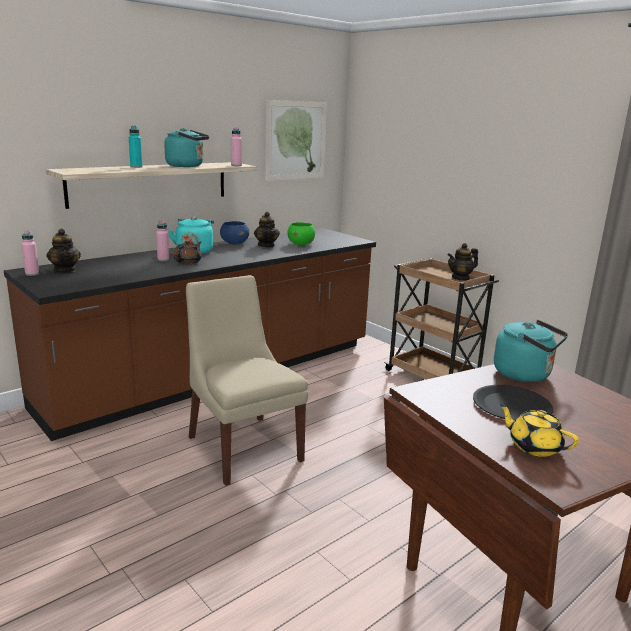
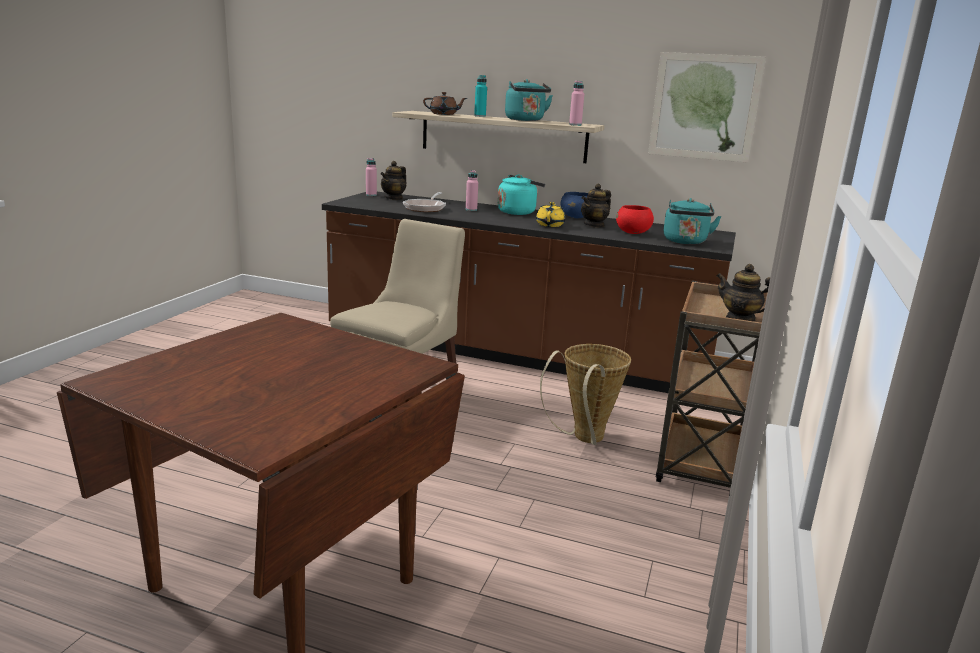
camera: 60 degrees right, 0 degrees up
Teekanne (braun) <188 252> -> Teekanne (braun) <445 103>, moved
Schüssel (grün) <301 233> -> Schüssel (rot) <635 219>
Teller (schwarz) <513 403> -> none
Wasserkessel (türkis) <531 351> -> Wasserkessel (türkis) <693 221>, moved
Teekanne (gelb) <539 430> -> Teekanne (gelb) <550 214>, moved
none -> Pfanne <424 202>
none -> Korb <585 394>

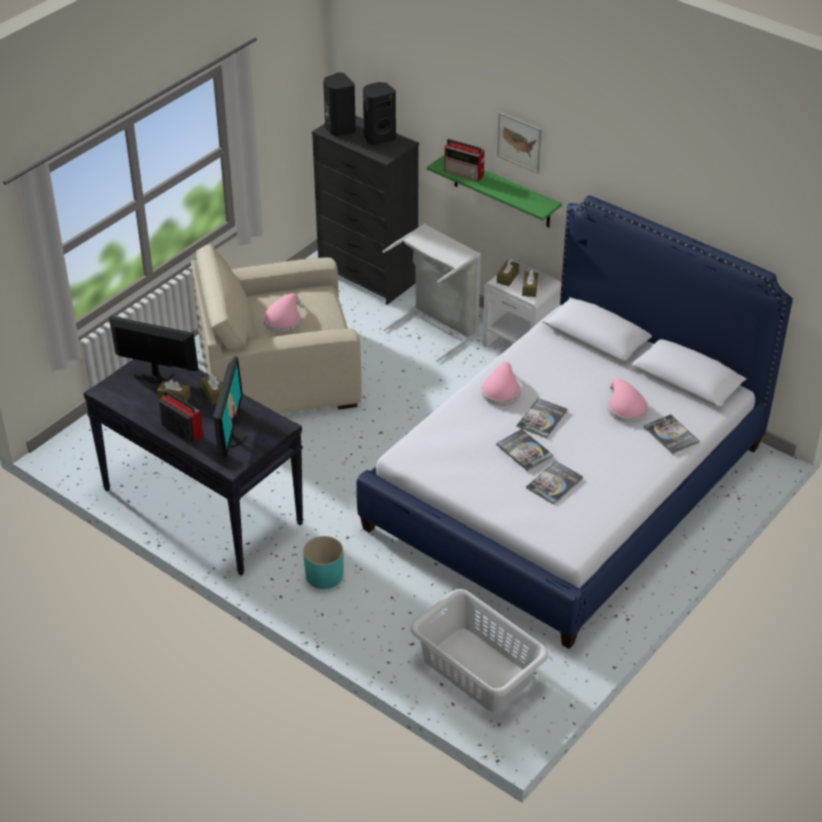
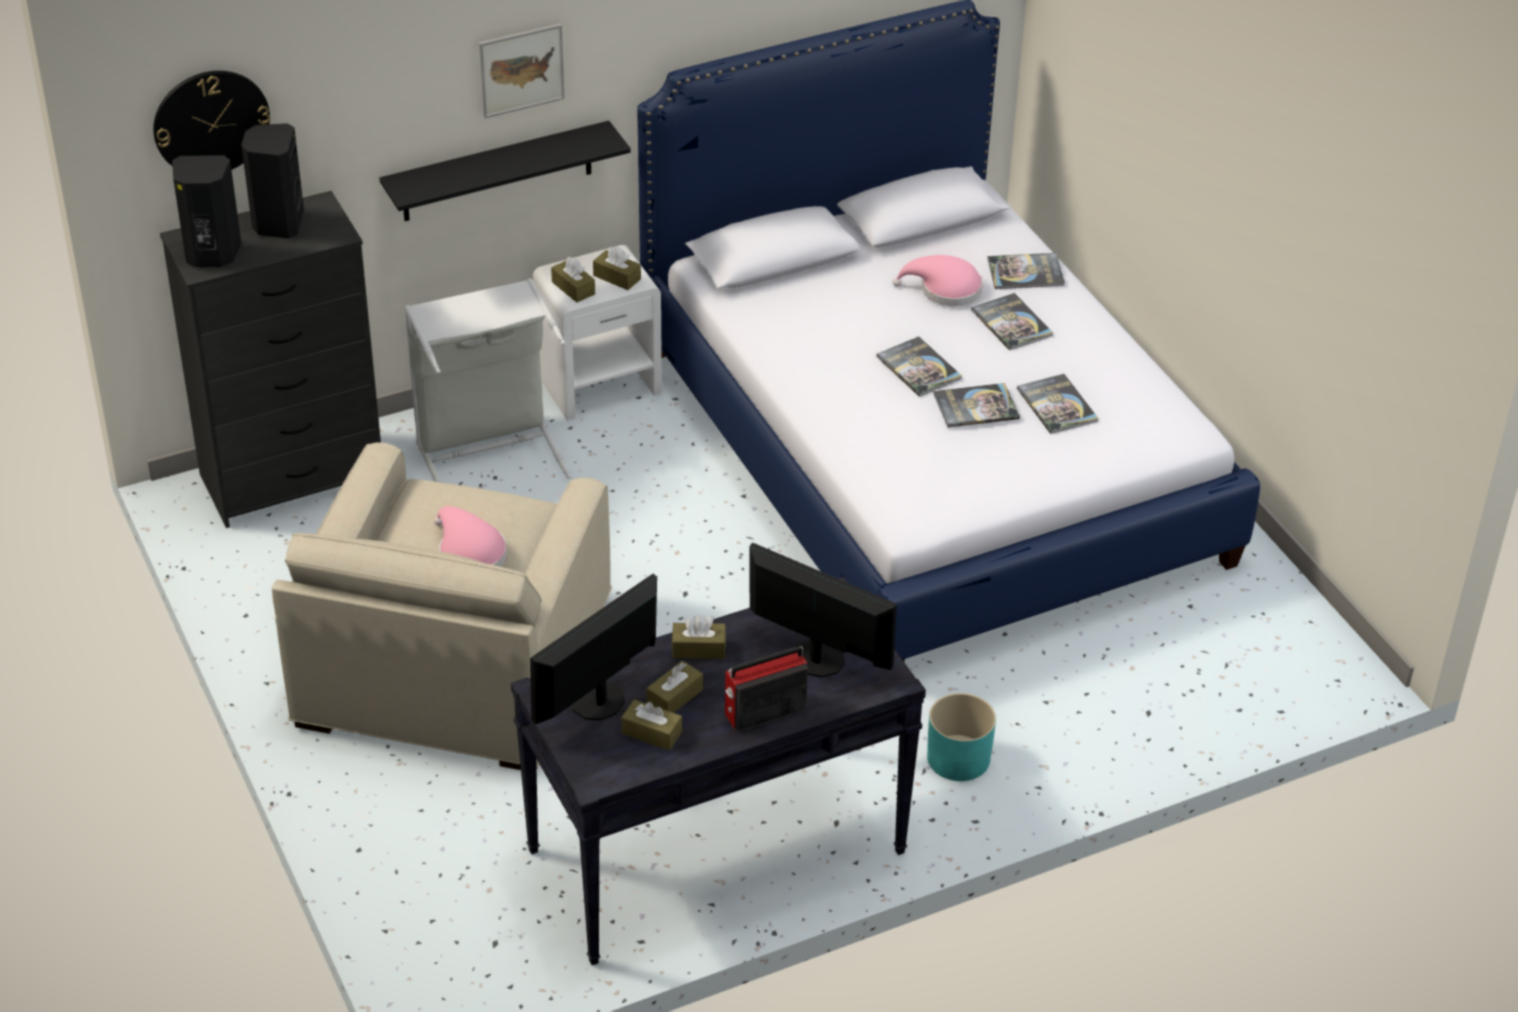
camera: 65 degrees left, 0 degrees up
Wäschekorb (grau) <479 650> -> none
Wandregal (grün) <494 191> -> Wandregal (schwarz) <505 171>
Radio <464 160> -> none
Hut (rosa) <501 384> -> none
none -> Wanduhr <211 120>
none -> Taschentuchbox (braun) <651 724>
none -> Buch <1012 321>

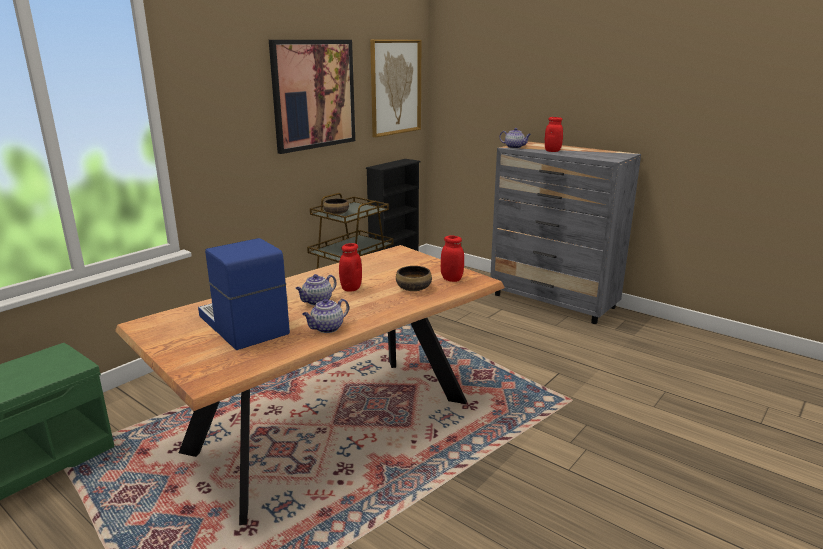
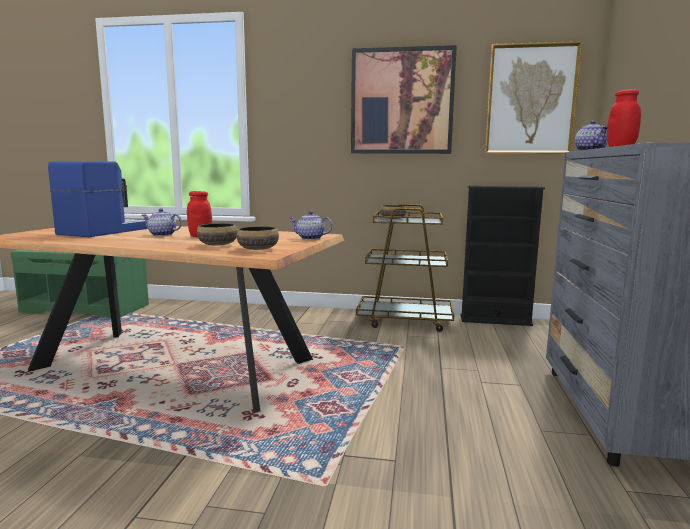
camera: 60 degrees right, 10 degrees down
Teekanne <325 316> -> Teekanne <311 225>, moved
Vorratsglas (rot) <452 258> -> Schüssel <258 238>

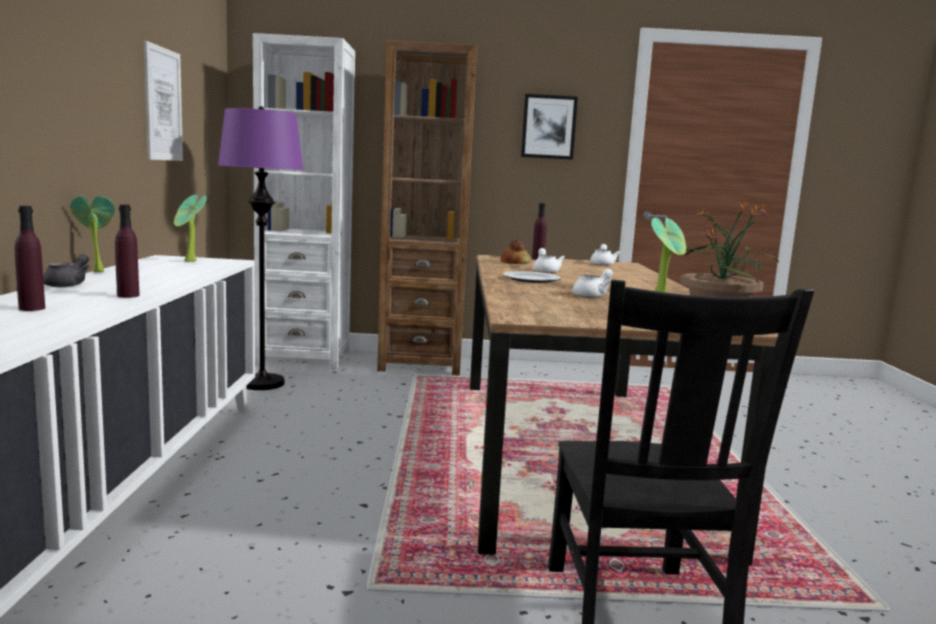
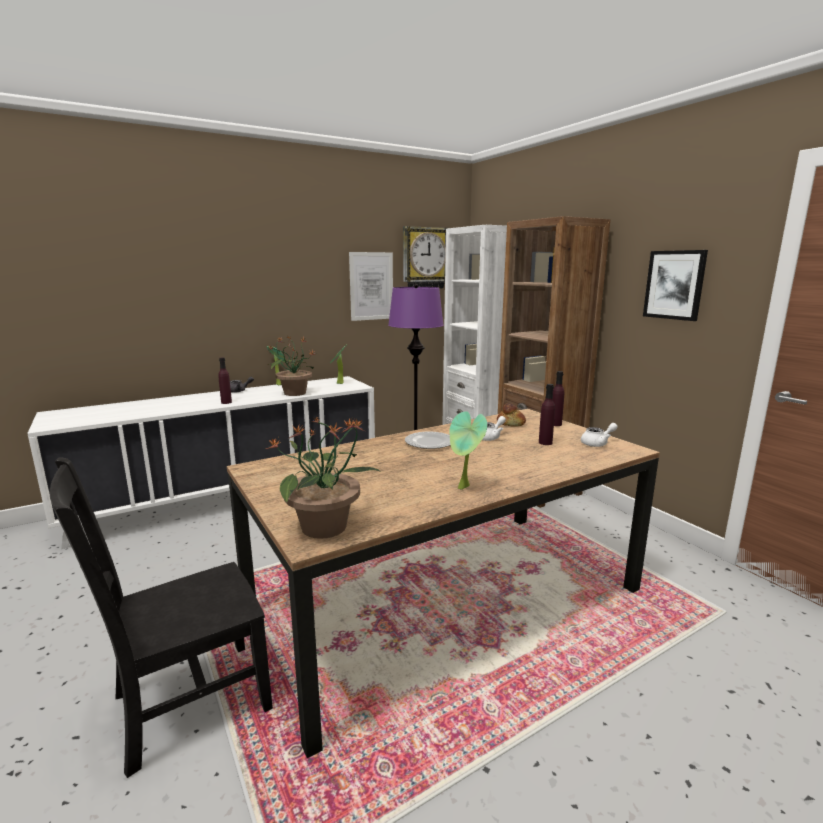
camera: 60 degrees right, 5 degrees up
Flasche (lila) <30 258> -> Flasche (lila) <547 414>, moved
Teekanne (weiß) <593 283> -> none
none -> Topfpflanze <291 365>
none -> Wanduhr <425 257>

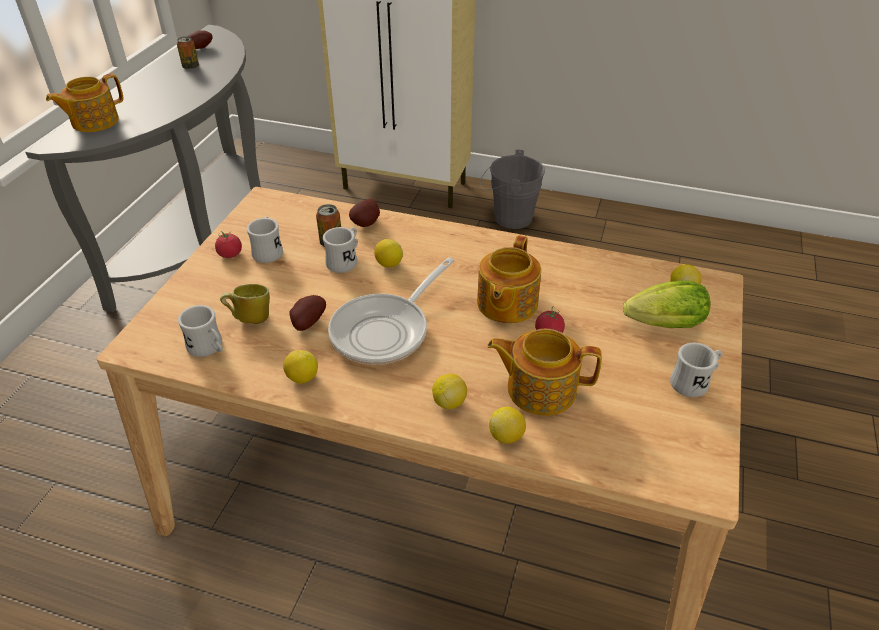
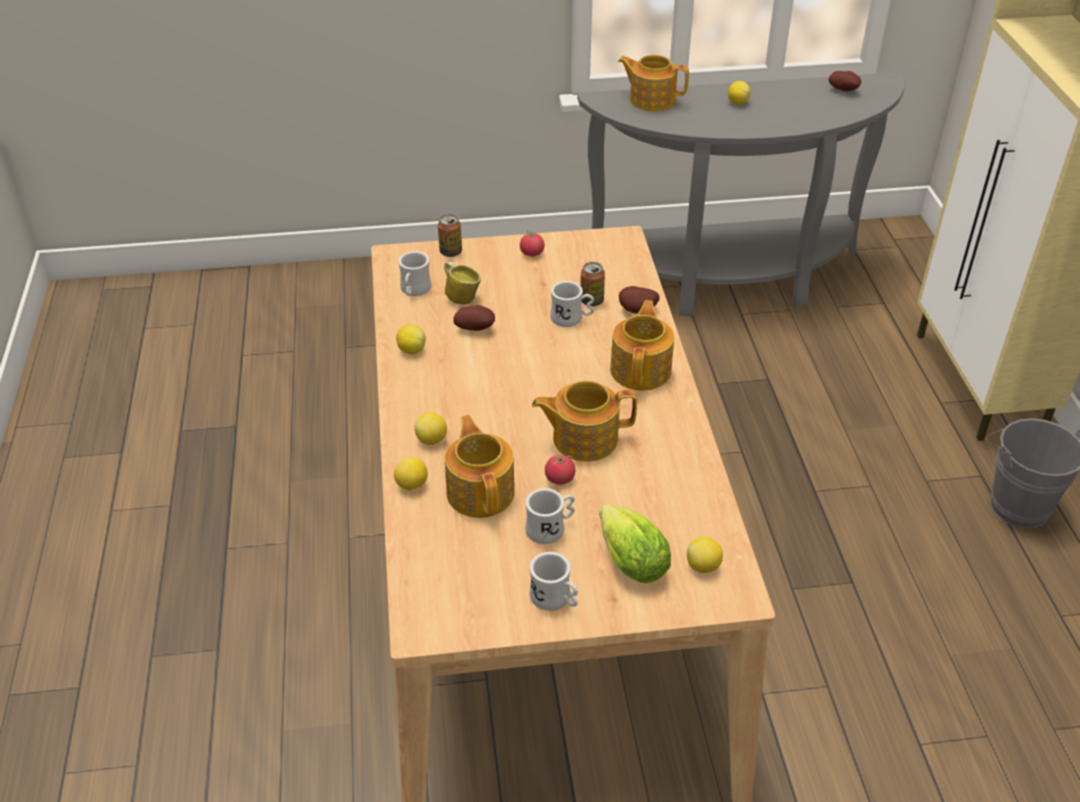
camera: 65 degrees right, 0 degrees up
Dose <188 53> -> Dose <450 235>, moved
Henkelbecher (weiß) <265 239> -> Henkelbecher (weiß) <550 516>, moved
Pfanne <391 311> -> none
Zitrone <388 253> -> Zitrone <739 93>, moved
none -> Teekanne <642 345>

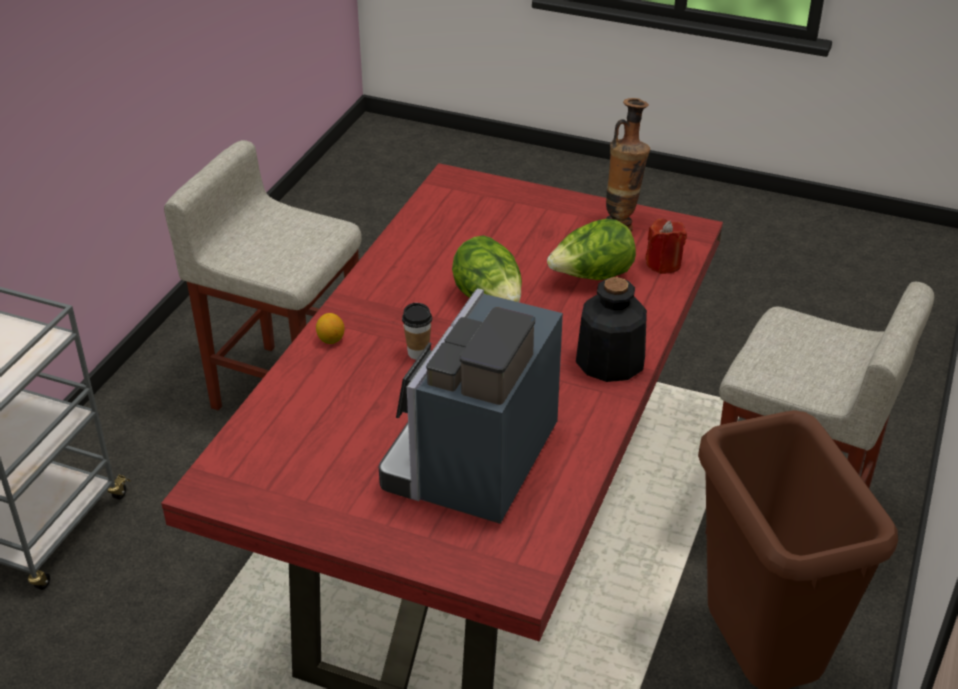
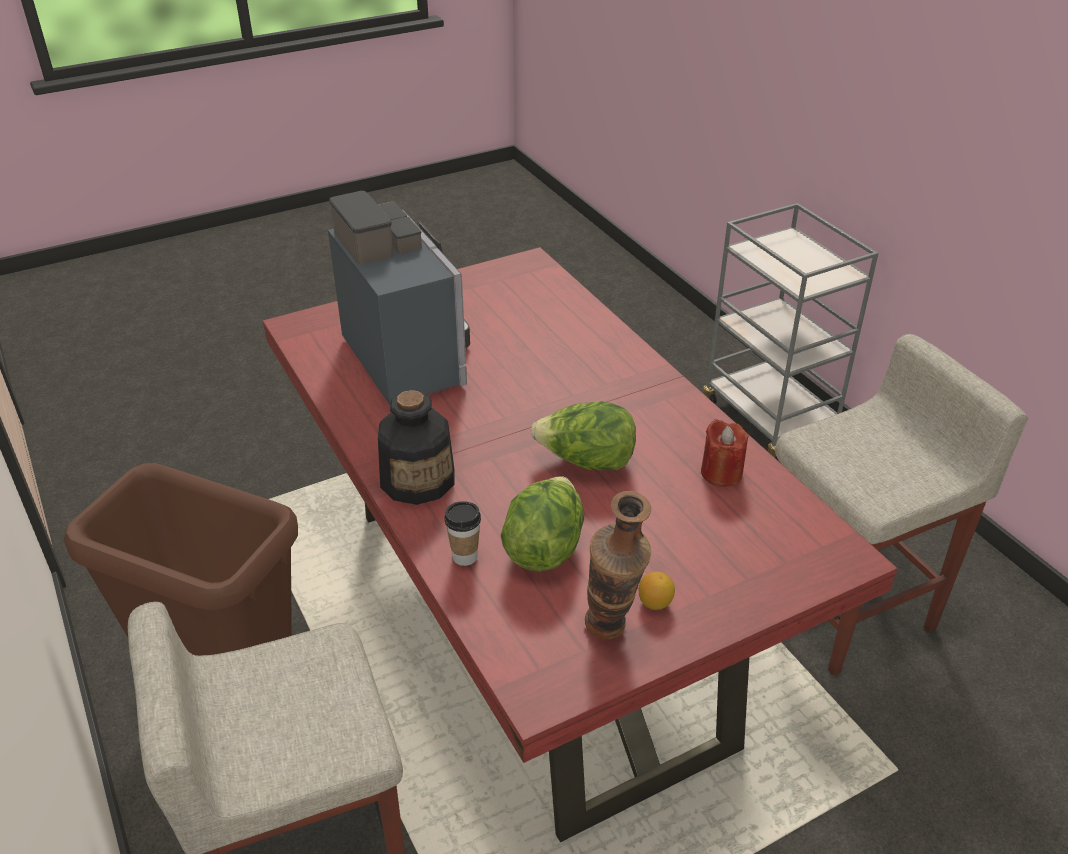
camera: 130 degrees right, 0 degrees up
Zitrone <330 328> -> Zitrone <657 590>, moved
Tasse <417 331> -> Tasse <463 533>, moved
Kerze (rot) <666 246> -> Kerze (rot) <725 453>, moved

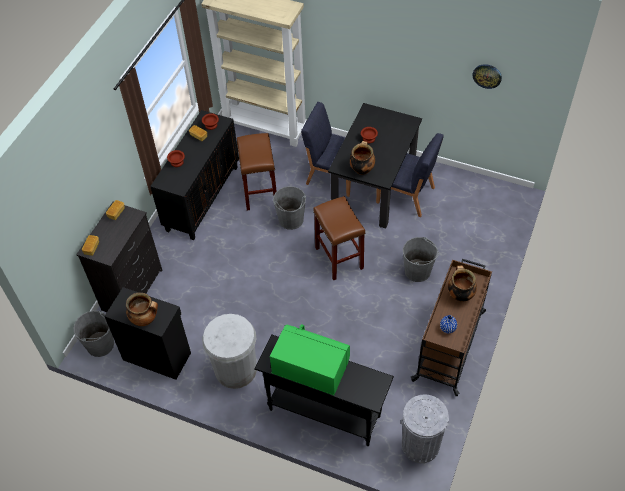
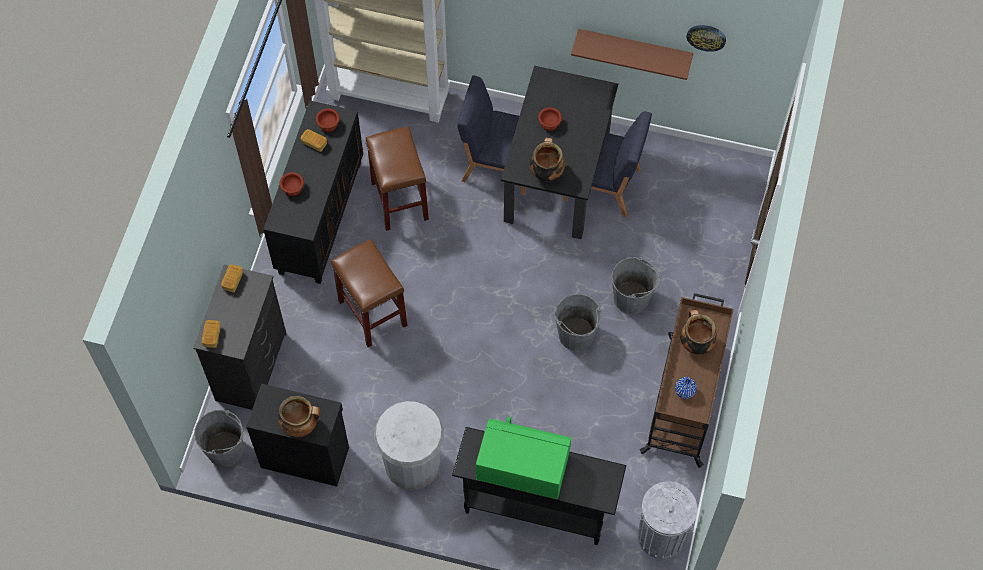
camera: 10 degrees left, 10 degrees up
Eimer (grau) <289 208> -> Eimer (grau) <578 322>, moved
Hocker (braun) <339 238> -> Hocker (braun) <369 293>, moved
none -> Wandregal (braun) <632 54>

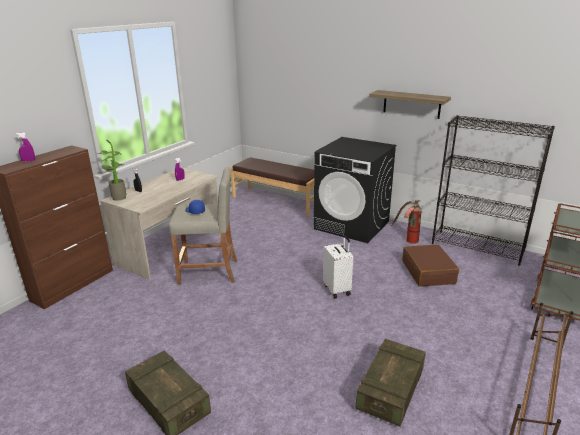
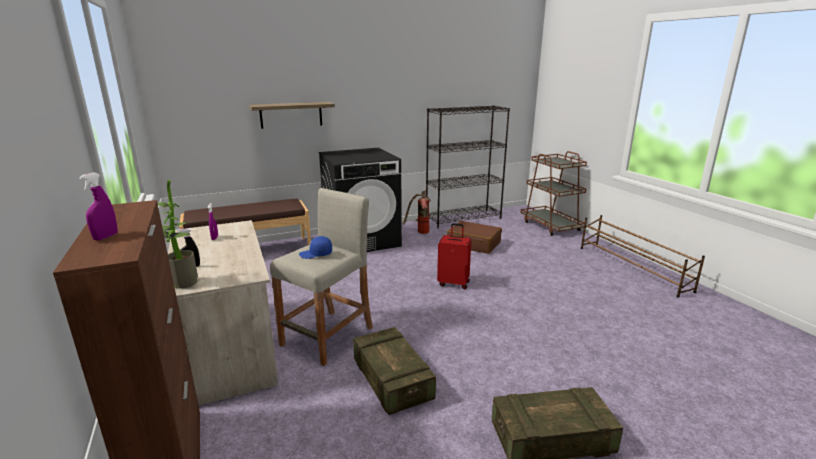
camera: 55 degrees left, 5 degrees down
Koffer (weiß) <338 267> -> Koffer (rot) <454 256>
Kiste <391 383> -> Kiste <394 371>, moved
Wandregal <410 104> -> Wandregal <292 115>, moved

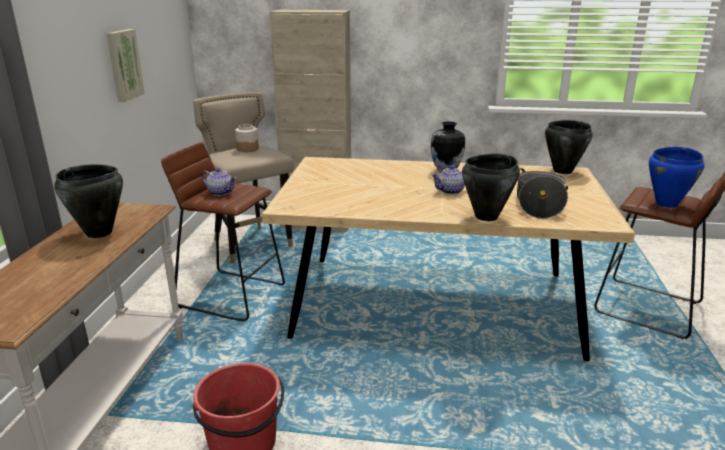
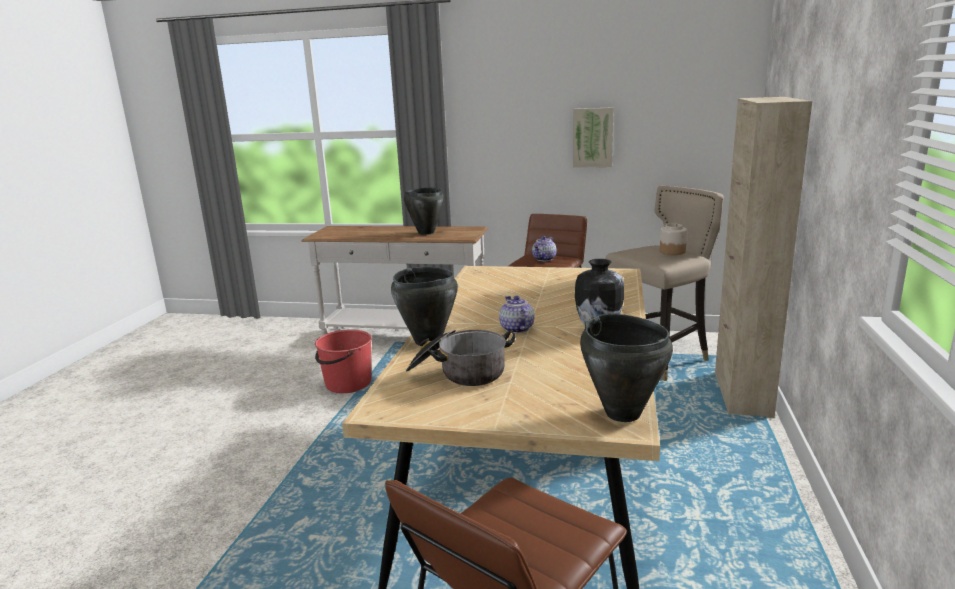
camera: 95 degrees right, 5 degrees down
Kochtopf (blau) <676 177> -> none

